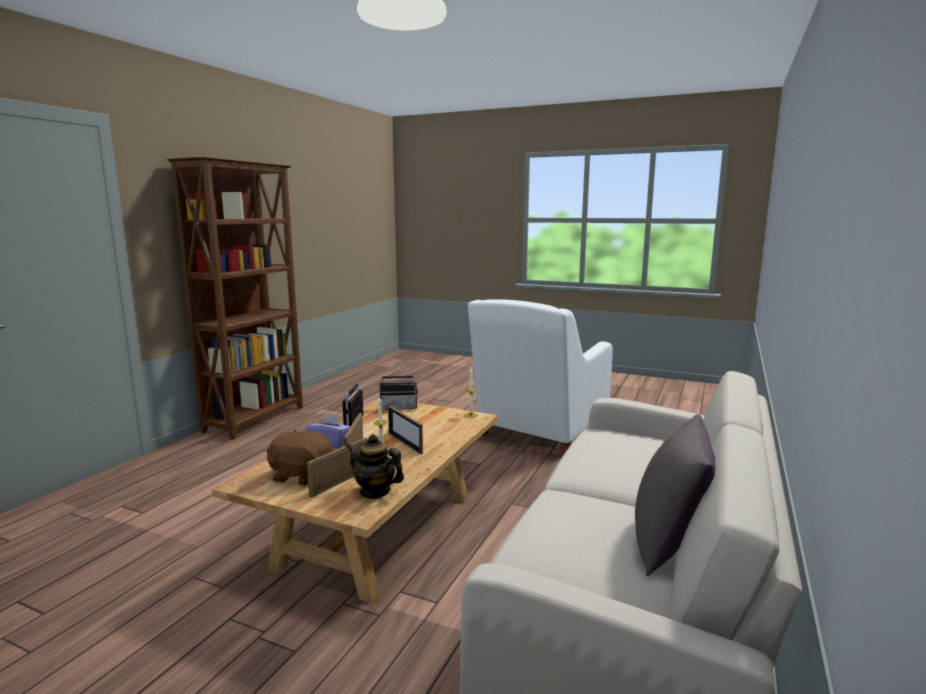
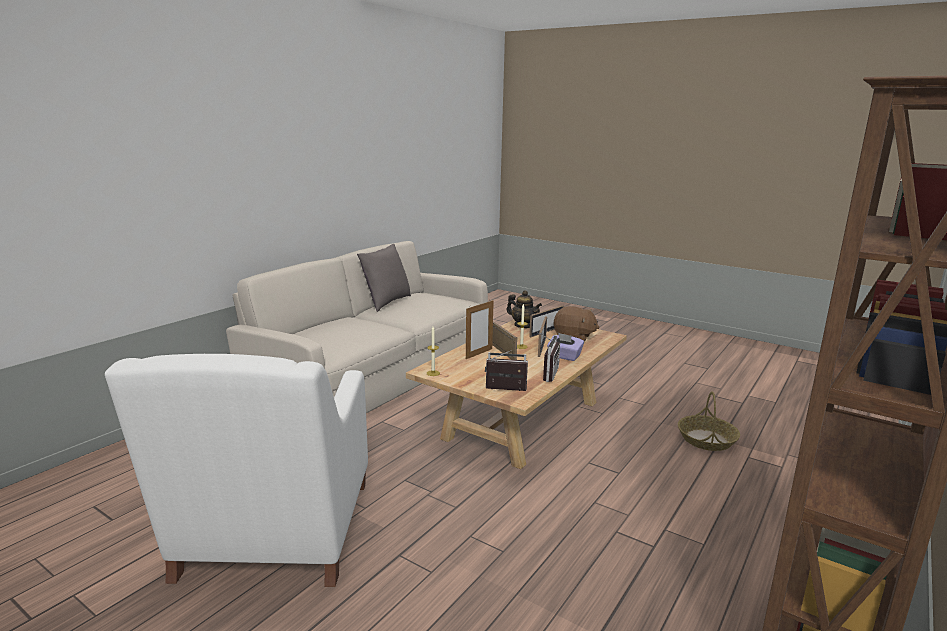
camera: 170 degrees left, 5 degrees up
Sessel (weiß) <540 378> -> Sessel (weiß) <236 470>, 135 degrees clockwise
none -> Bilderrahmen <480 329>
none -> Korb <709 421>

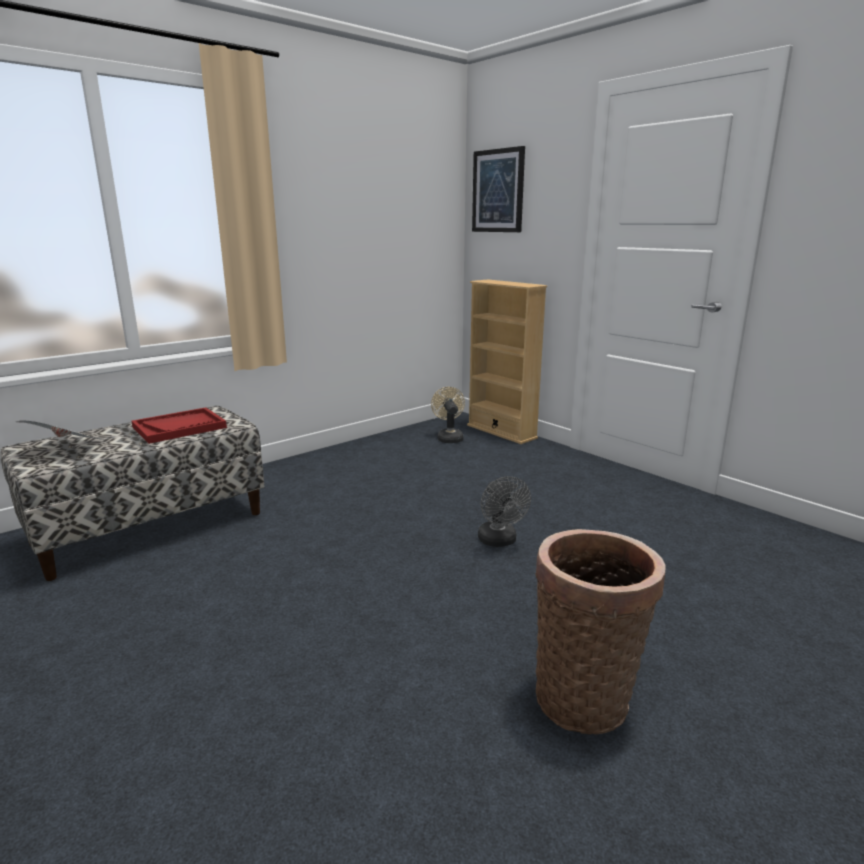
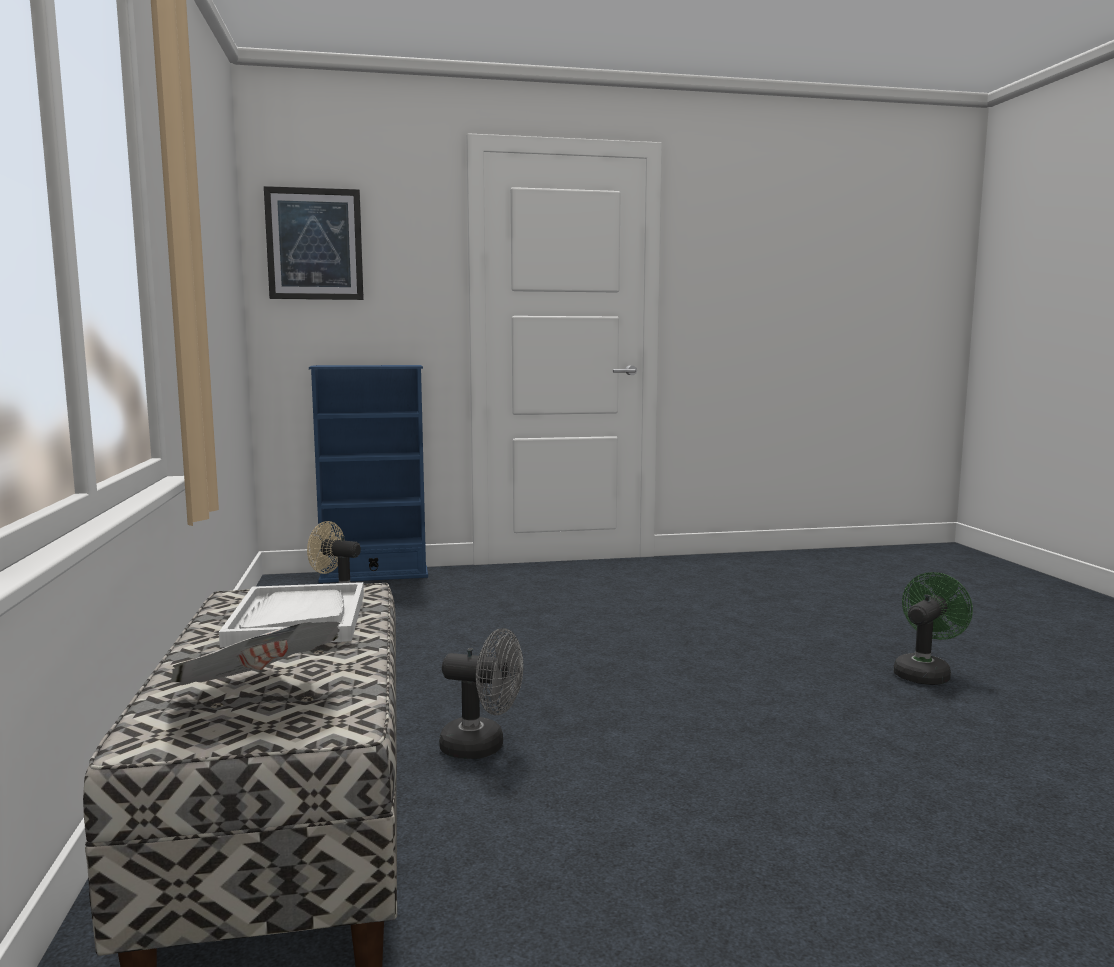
camera: 60 degrees left, 10 degrees down
Tablett (rot) <179 425> -> Tablett (weiß) <291 615>
Bücherregal (beige) <507 362> -> Bücherregal (blau) <368 474>
Ventilator (grau) <504 511> -> Ventilator (grau) <481 693>, moved
Korb <600 632> -> Ventilator (grün) <933 628>

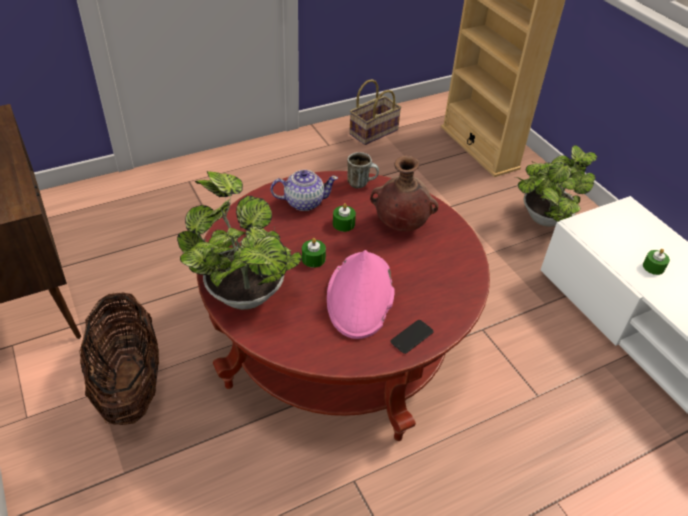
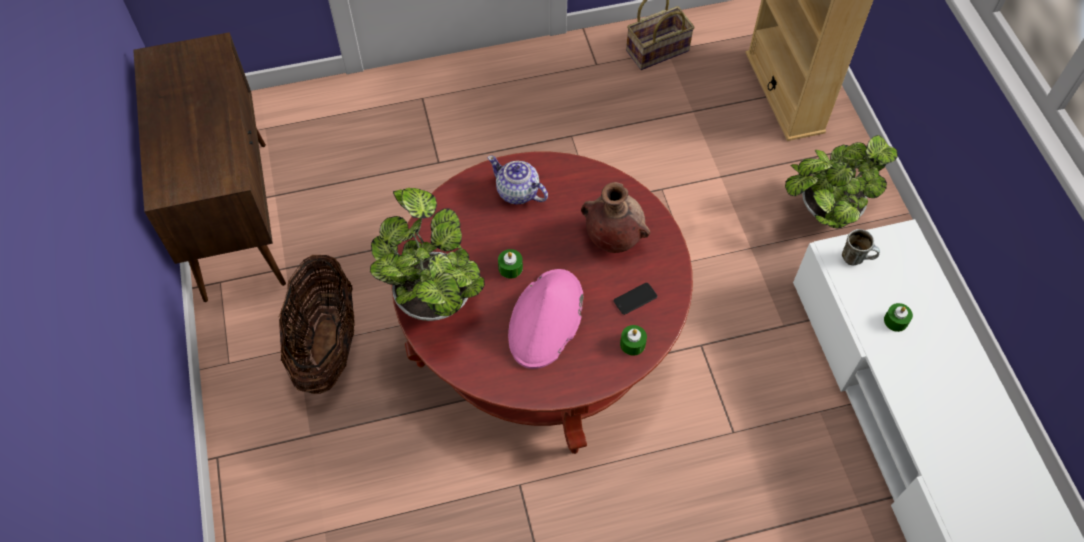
camera: 15 degrees right, 15 degrees up
Teekanne <304 190> -> Teekanne <518 180>, 150 degrees counterclockwise
Kerze (grün) <344 217> -> Kerze (grün) <633 340>, moved
Henkelbecher <363 170> -> Henkelbecher <861 247>, moved
Handy <412 337> -> Handy <635 299>, moved

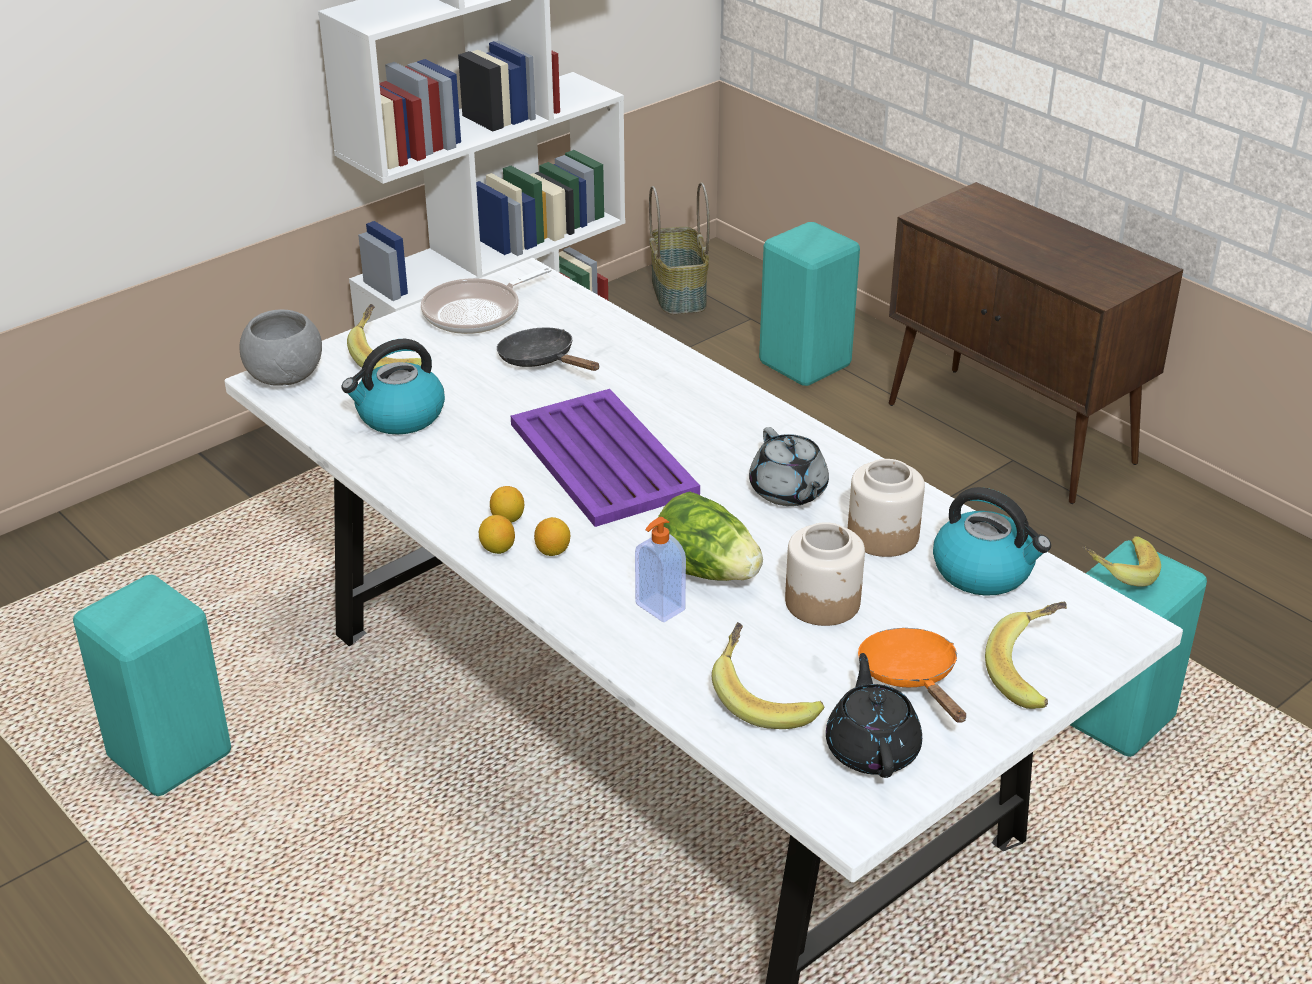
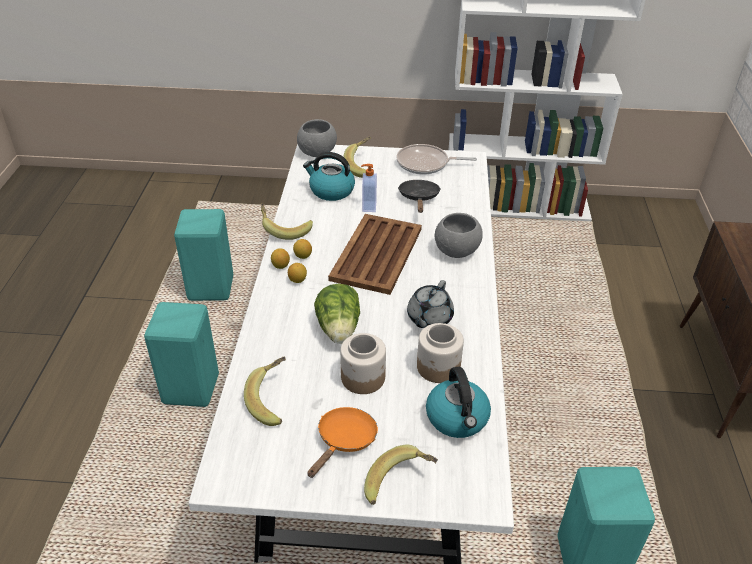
camera: 45 degrees right, 5 degrees up
Tablett (lila) <605 458> -> Tablett (braun) <375 254>
Seifenspender <660 569> -> Seifenspender <369 188>, moved
Korb <679 248> -> none
Hocker (türkis) <809 304> -> Hocker (türkis) <181 354>, moved
Teekanne (schwarz) <874 715> -> none
Banane <1122 561> -> Banane <287 221>, moved
none -> Schüssel (grau) <459 235>

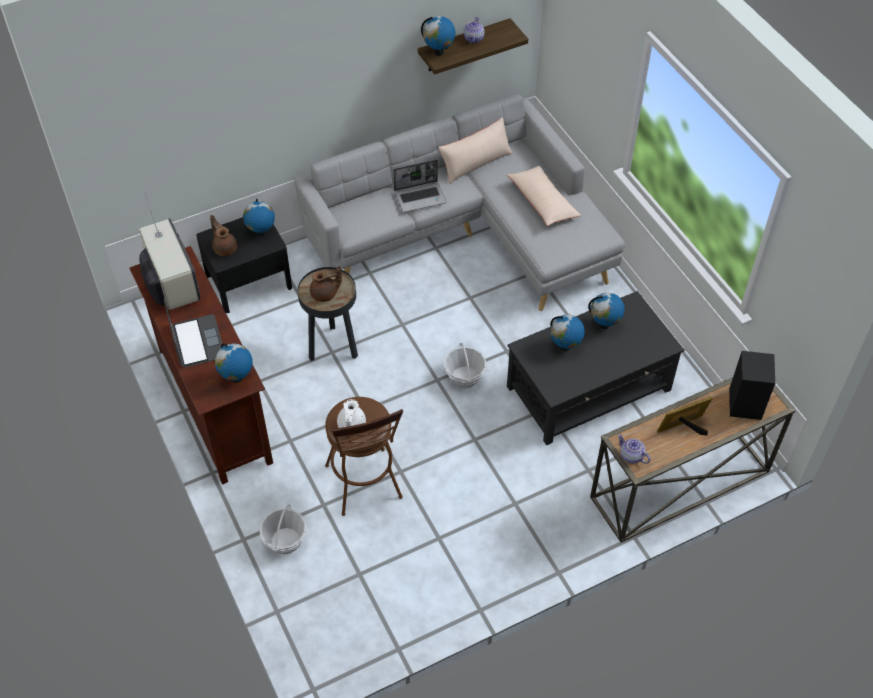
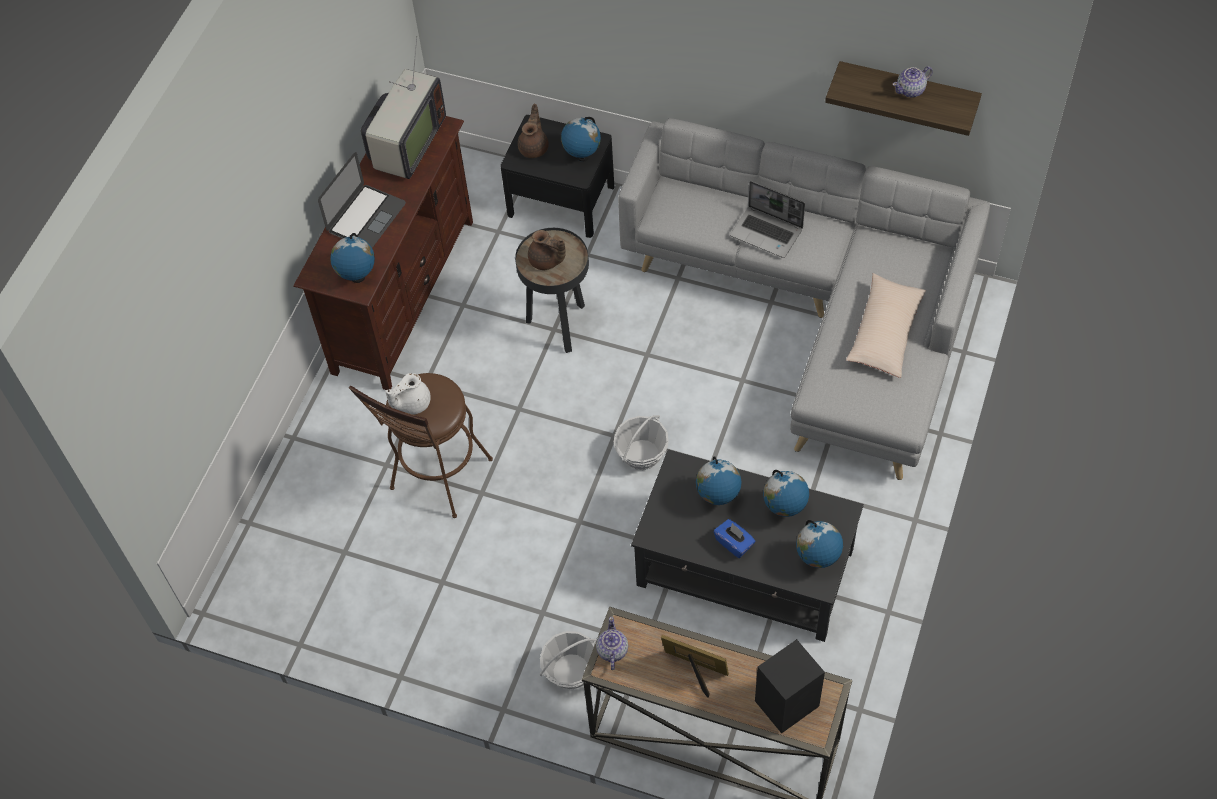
camera: 50 degrees right, 5 degrees up
Korb <283 529> -> Korb <568 660>, moved
Globus <438 36> -> Globus <819 544>, moved
Kissen (beige) <475 150> -> none
none -> Taschentuchbox (blau) <734 538>

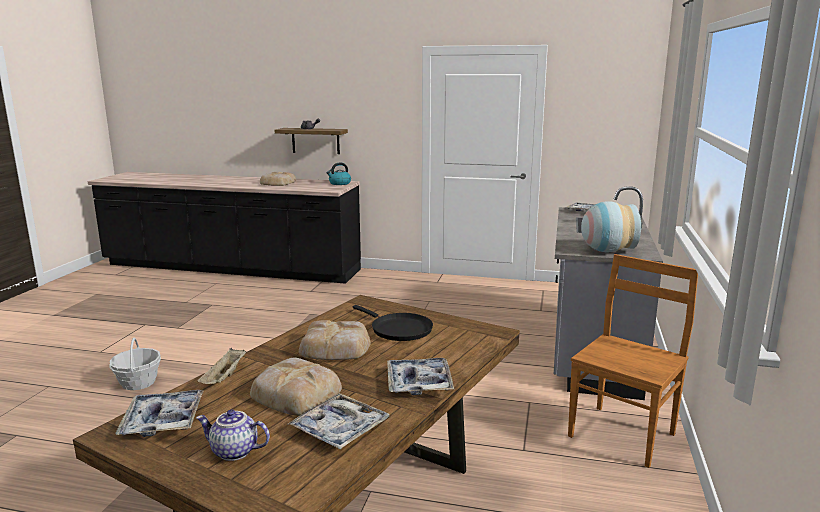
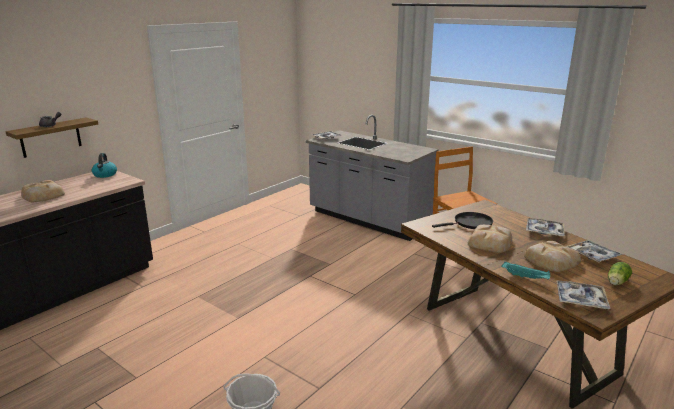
camera: 65 degrees left, 5 degrees up
Teekanne <233 435> -> Salatkopf <620 273>
Tablett (beige) <222 366> -> Tablett (türkis) <525 270>
Vase <611 226> -> none

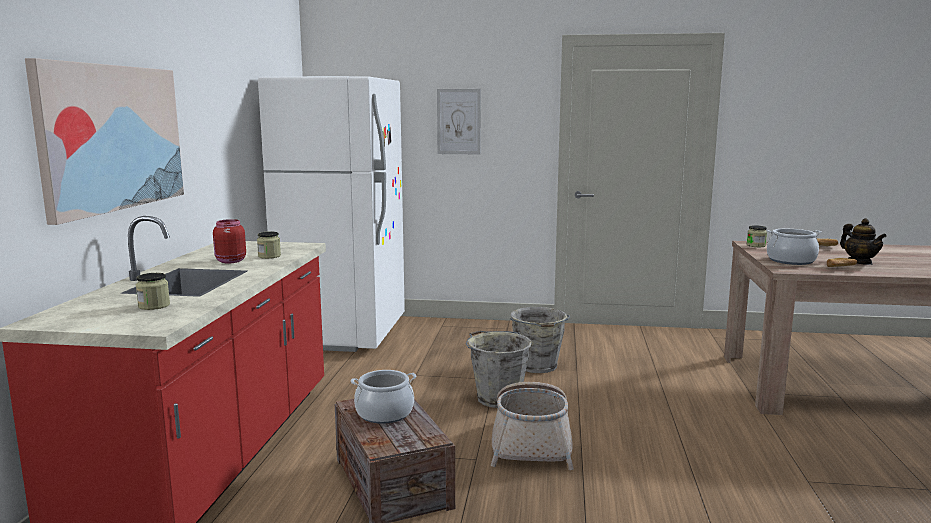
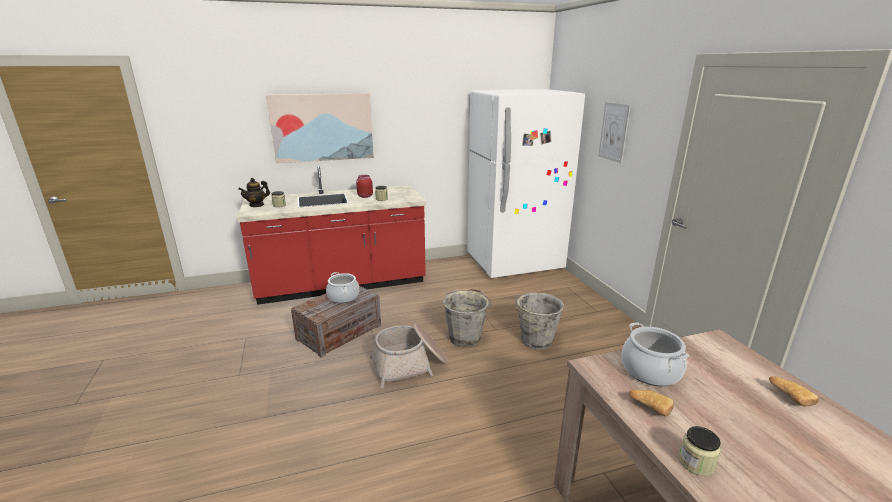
camera: 65 degrees right, 10 degrees up
Vorratsglas <757 236> -> Vorratsglas <700 451>, moved
Teekanne <863 241> -> Teekanne <254 192>, moved

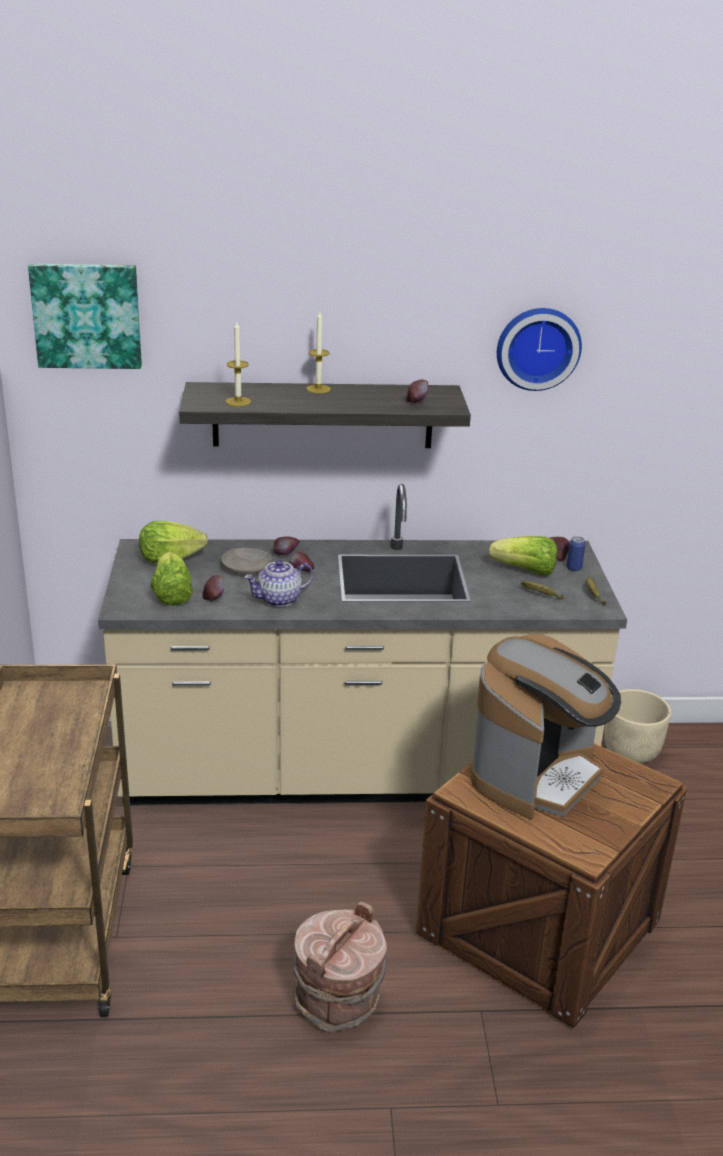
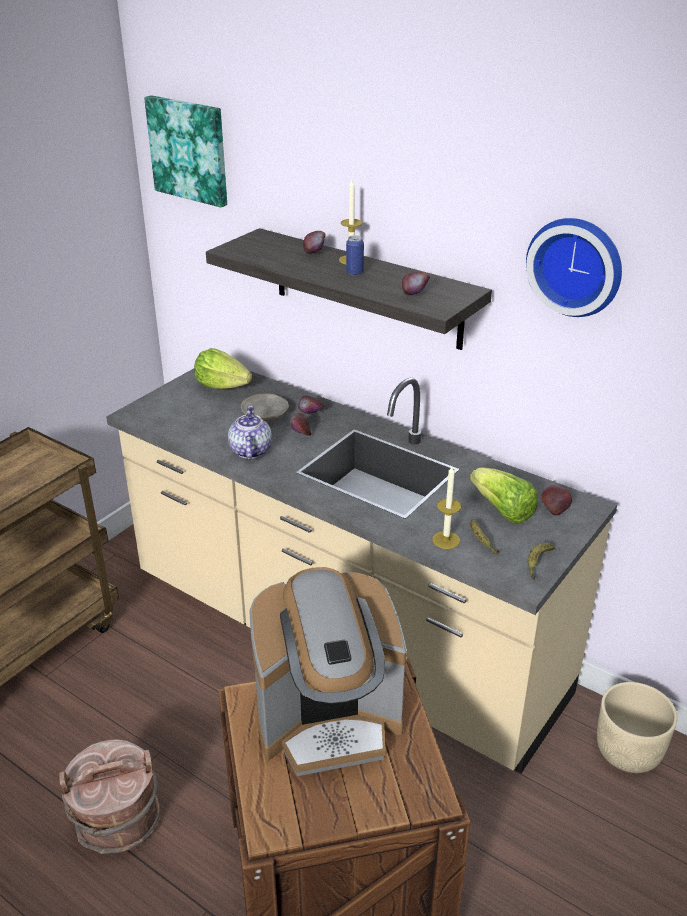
camera: 40 degrees right, 5 degrees up
Salatkopf <172 578> -> none
Apfel <213 588> -> Apfel <314 242>, moved
Kerze <238 364> -> Kerze <446 507>, moved
Teekanne <279 583> -> Teekanne <250 433>, 75 degrees clockwise
Dose <576 553> -> Dose <355 255>, moved

